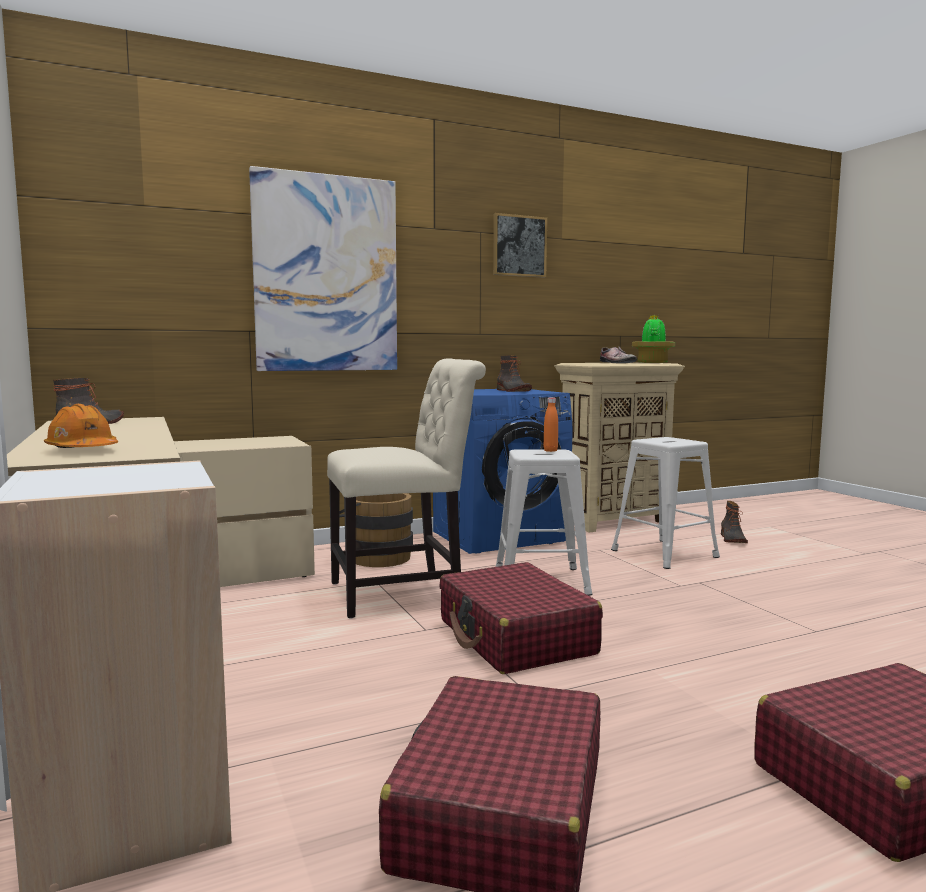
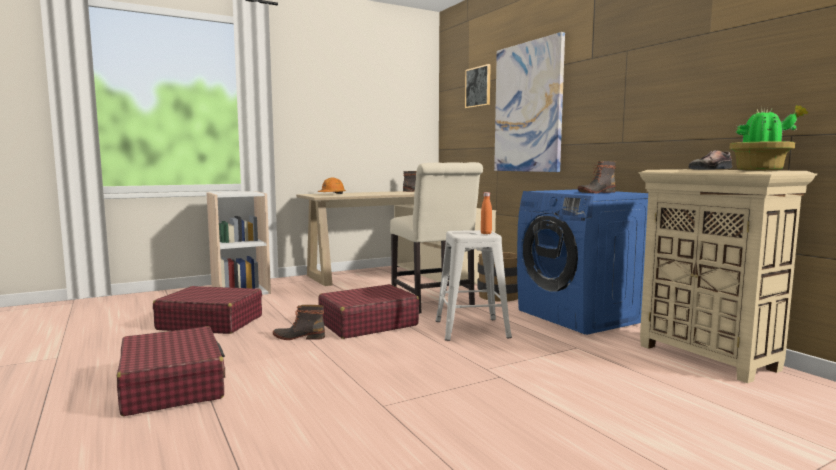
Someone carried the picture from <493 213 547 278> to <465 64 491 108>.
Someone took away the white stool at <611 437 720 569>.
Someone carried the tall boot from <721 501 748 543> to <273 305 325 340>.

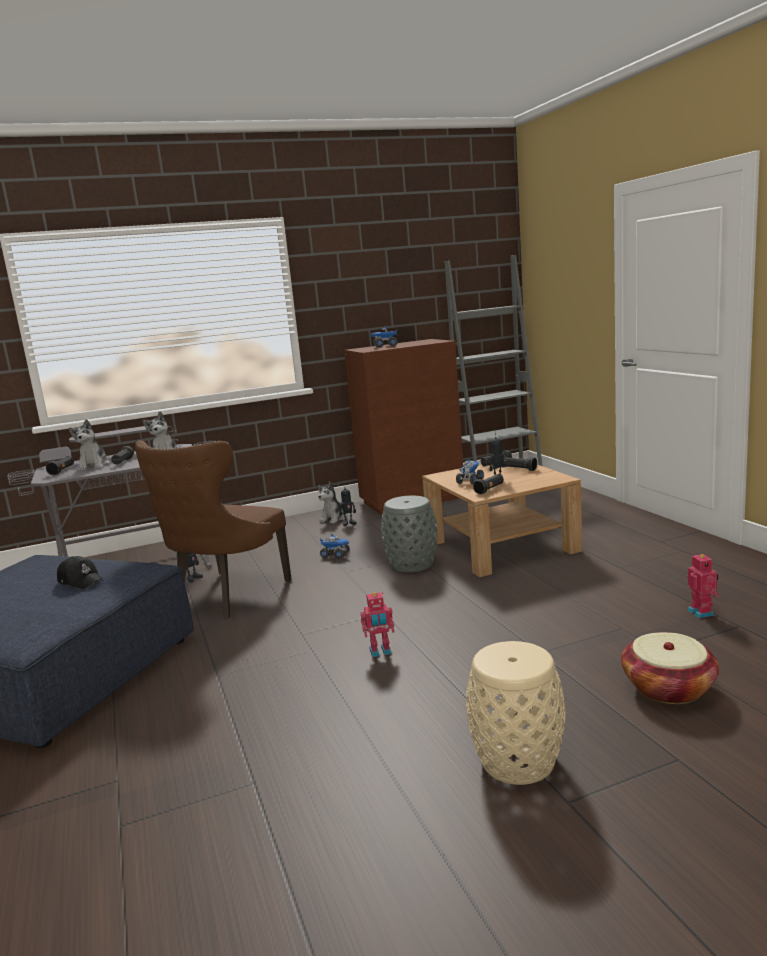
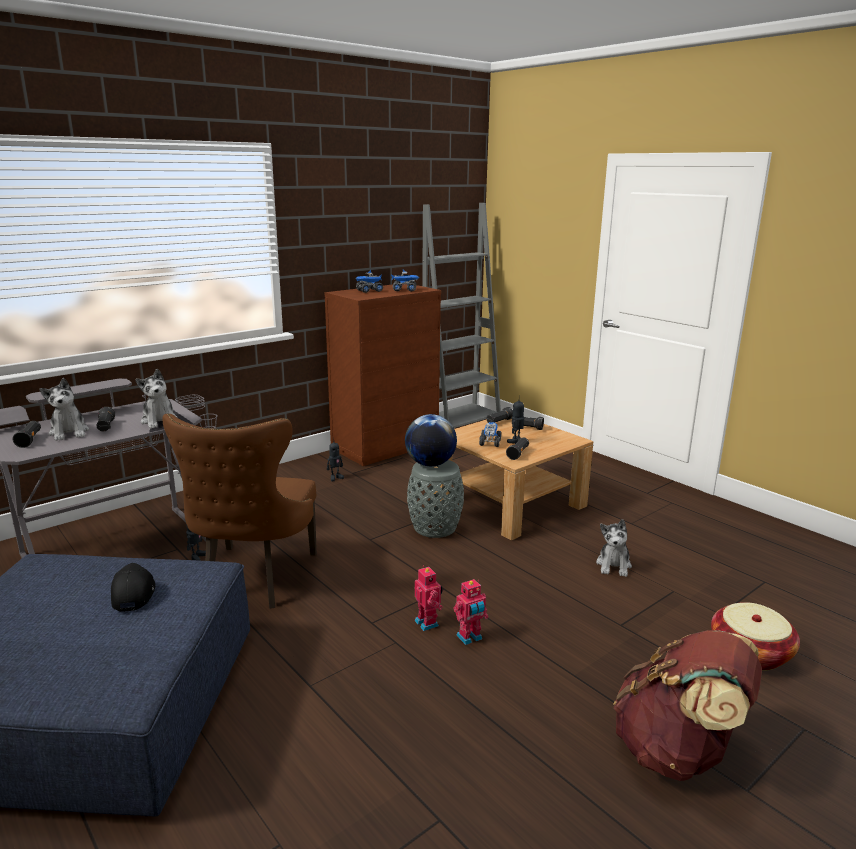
Someone carried the soft toy from <318 481 348 524> to <596 519 632 577>.
Someone carried the toy lorry from <320 534 350 558> to <391 269 419 291>.
Someone carried the model robot from <687 553 719 618> to <414 566 443 631>.
Someone rotated the blackish baseball cap at <57 556 102 589> by 120 degrees counterclockwise.
Someone swapped the sand-coloured stool at <466 641 565 785> for the brownish backpack at <613 630 762 781>.
Someone put down the globe at <405 414 457 466>.

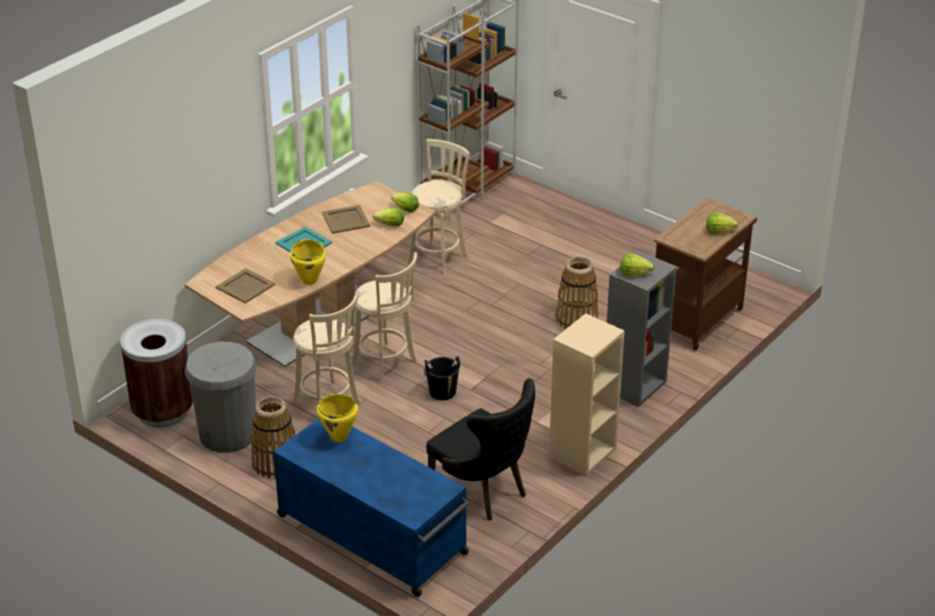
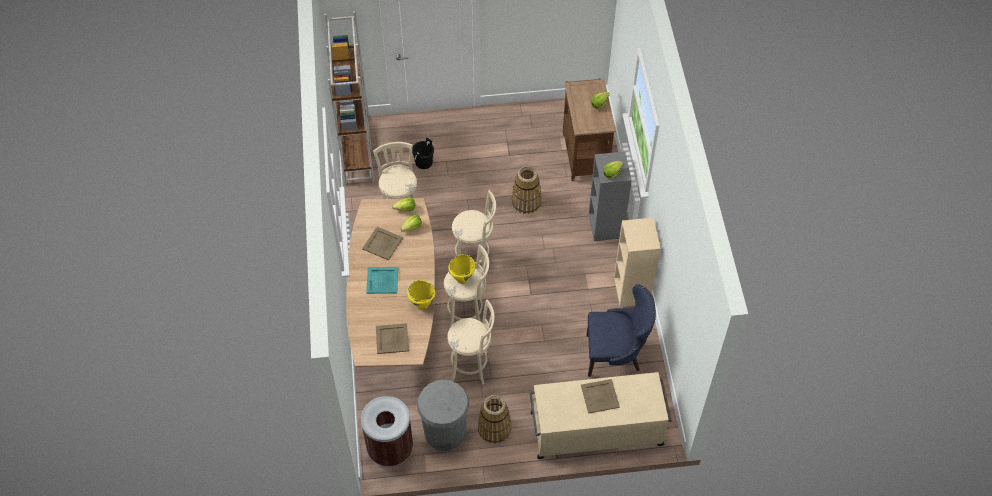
Someone carried the blackish bucket from <424 356 461 400> to <412 138 434 169>.
Someone repainted the blackish upright chair at <426 378 535 521>, which became the blue-coloured upright chair at <586 284 656 377>.
Someone carried the yellow-coloured cooking pot from <316 394 358 442> to <448 254 475 284>.
Someone repainted the blue-coloured cabinet at <272 418 469 597>, which became the sand-coloured cabinet at <529 372 672 459>.
Someone put down the sand-coloured stool at <452 190 496 272>.
Someone put down the sand-coloured tray at <581 379 620 414>.

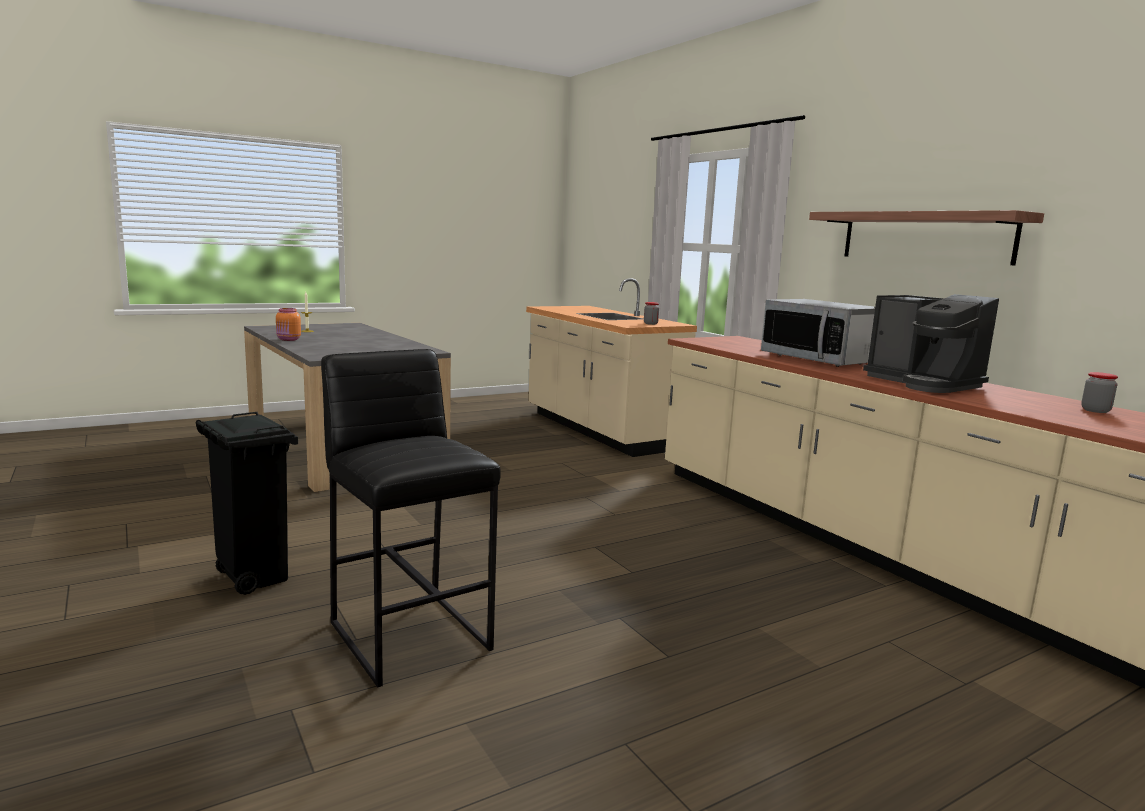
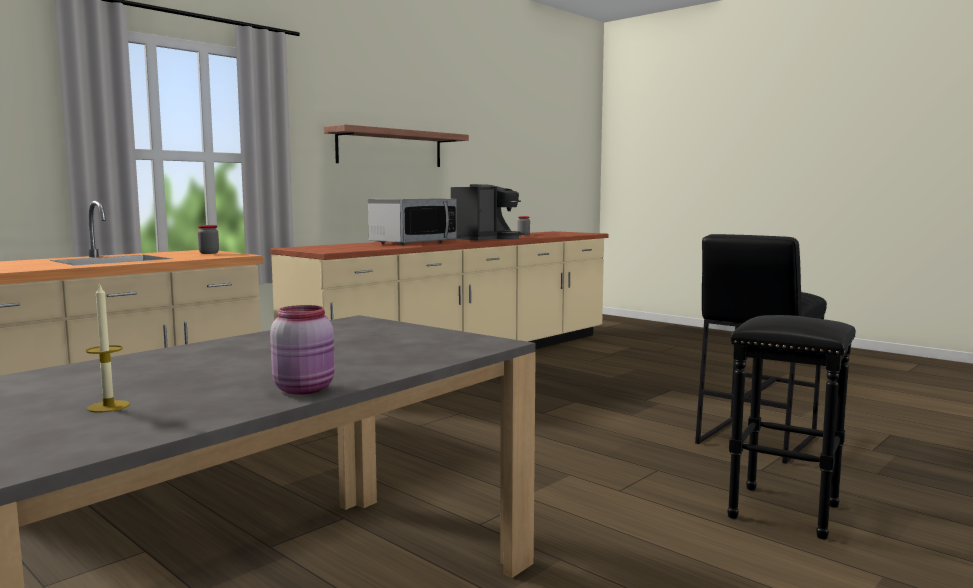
Someone repainted the orangey storage jar at <276 308 301 341>, which became the pink-coloured storage jar at <270 305 335 395>.
Someone swapped the blackish trash can at <195 412 298 595> for the blackish stool at <728 315 856 539>.

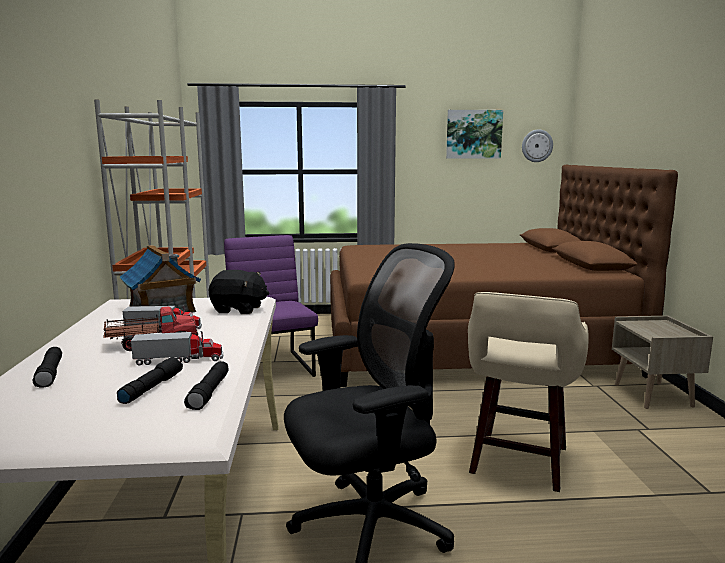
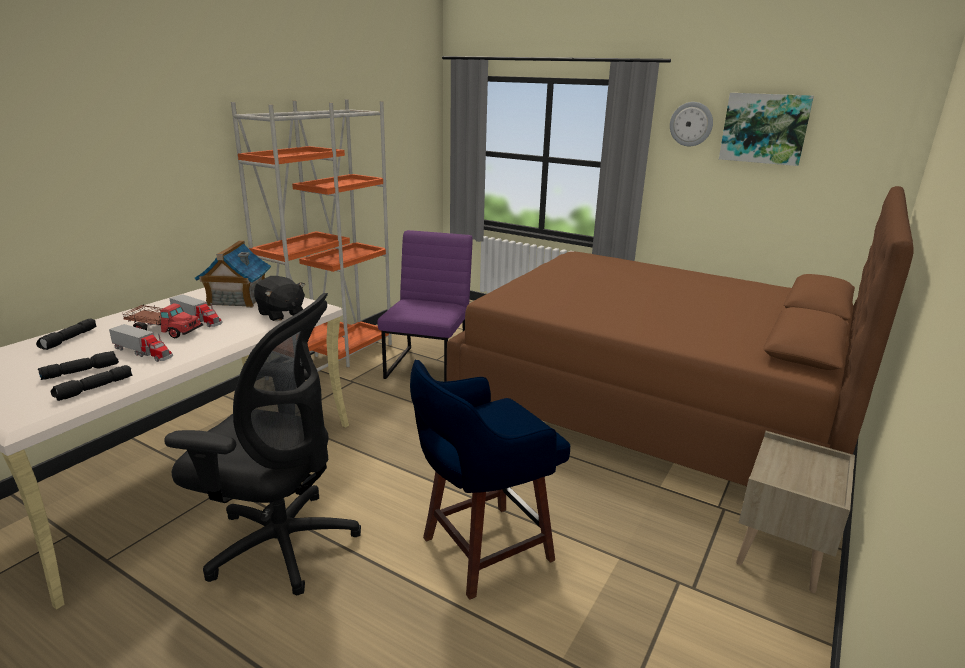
Someone carried the wall clock from <522 129 553 162> to <670 102 713 146>.
Someone repainted the sand-coloured stool at <468 292 589 492>, which became the blue-coloured stool at <410 360 570 600>.

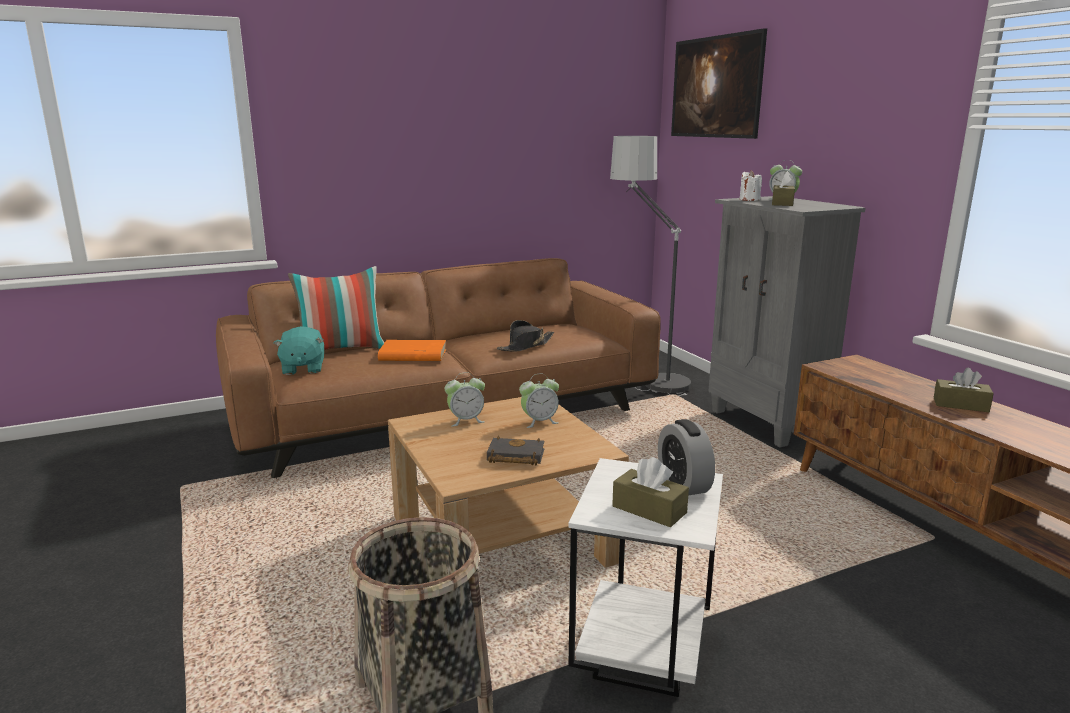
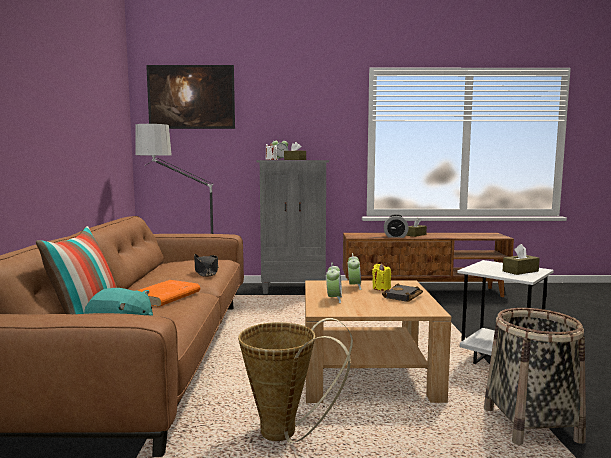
Someone carried the alarm clock from <658 419 715 496> to <384 214 409 238>.
Someone put down the yellow-coloured wax light at <372 264 391 291>.
Someone put down the basket at <238 318 353 443>.

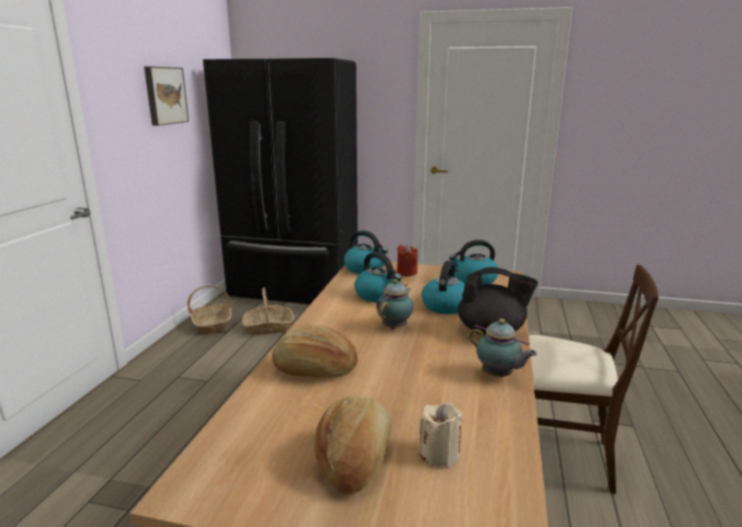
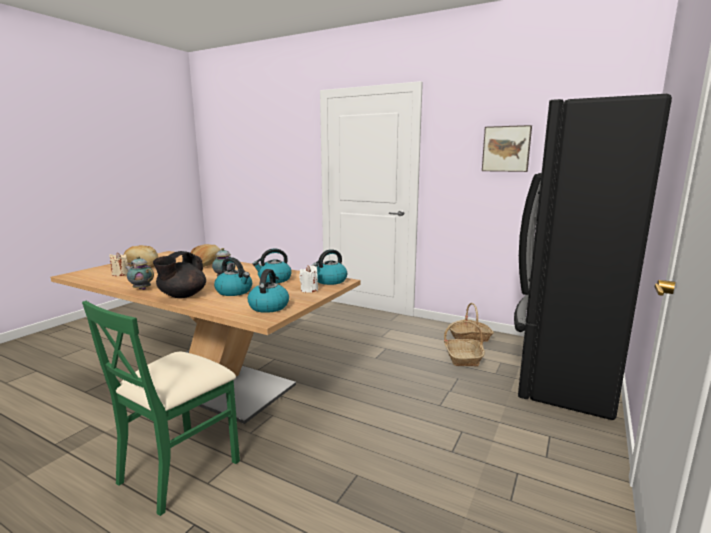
Someone repainted the reddish wax light at <397 245 418 276>, which became the white wax light at <299 265 318 293>.
Someone repainted the sand-coloured upright chair at <529 264 658 494>, which became the green upright chair at <82 301 240 516>.
Someone rotated the tea pot at <469 319 537 377> by 60 degrees clockwise.

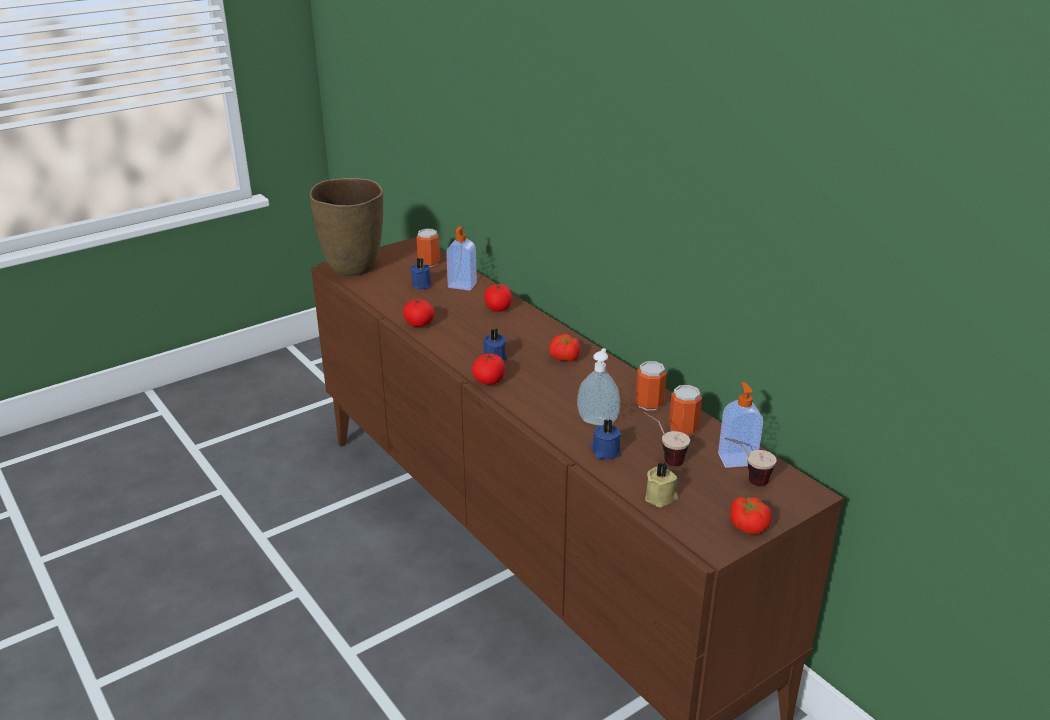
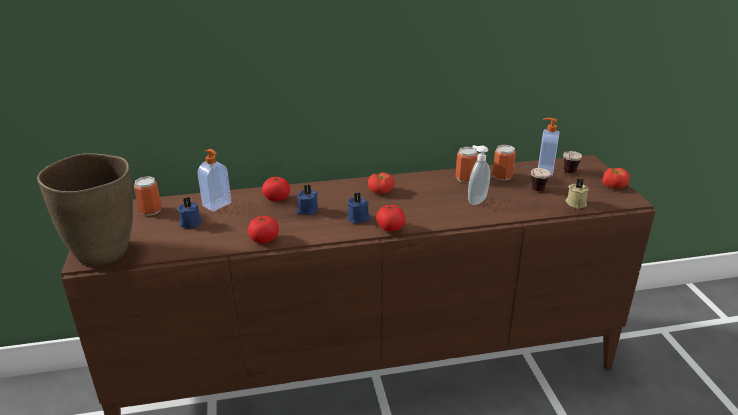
Someone carried the blue-coloured wax light from <590 419 621 459> to <296 184 318 215>.

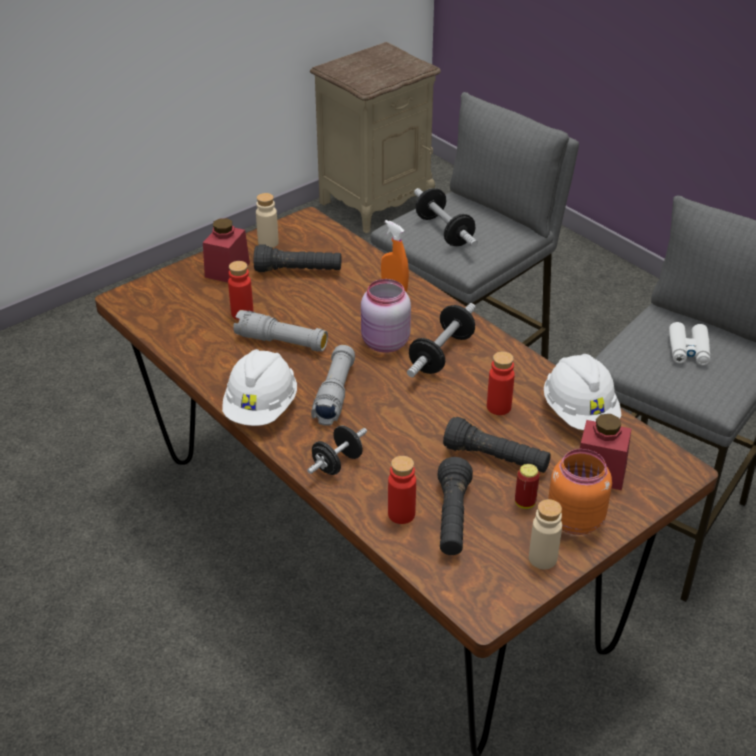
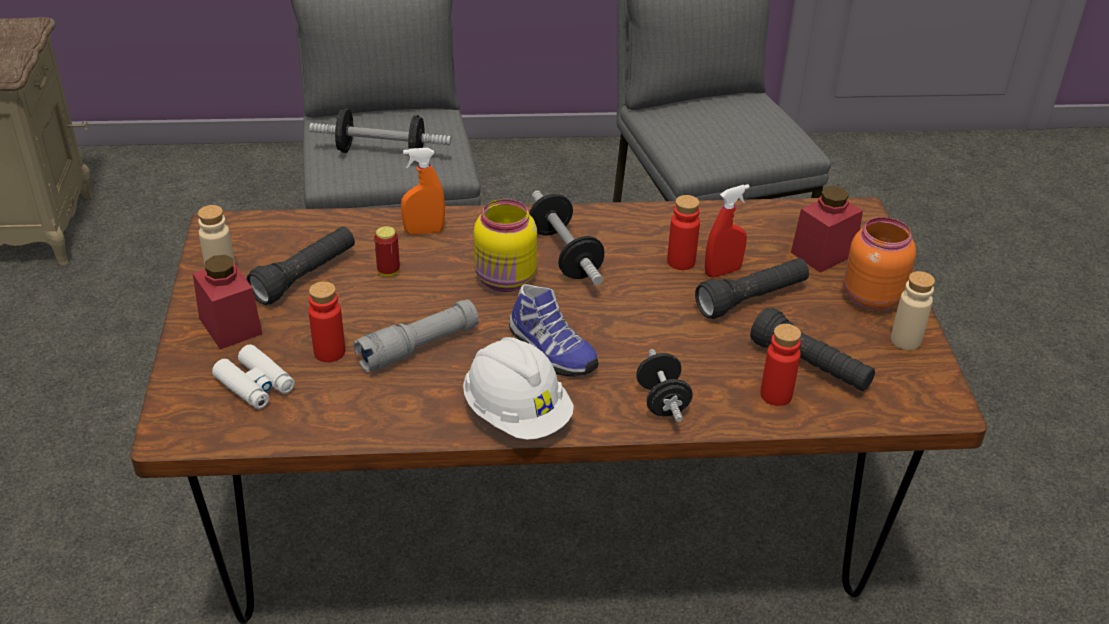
Someone repainted the pink-coloured storage jar at <361 279 411 353>, which became the yellow-coloured storage jar at <474 199 537 292>.
Someone carried the white binoculars from <669 322 710 366> to <212 344 295 409>.
Someone swapped the grey flashlight at <311 345 355 426> for the low shoe at <509 284 599 377>.
Someone took away the white safety helmet at <544 354 622 430>.
Someone carried the can from <515 464 540 509> to <374 226 400 277>.
Someone put down the reddish sprayer at <705 184 750 278>.

